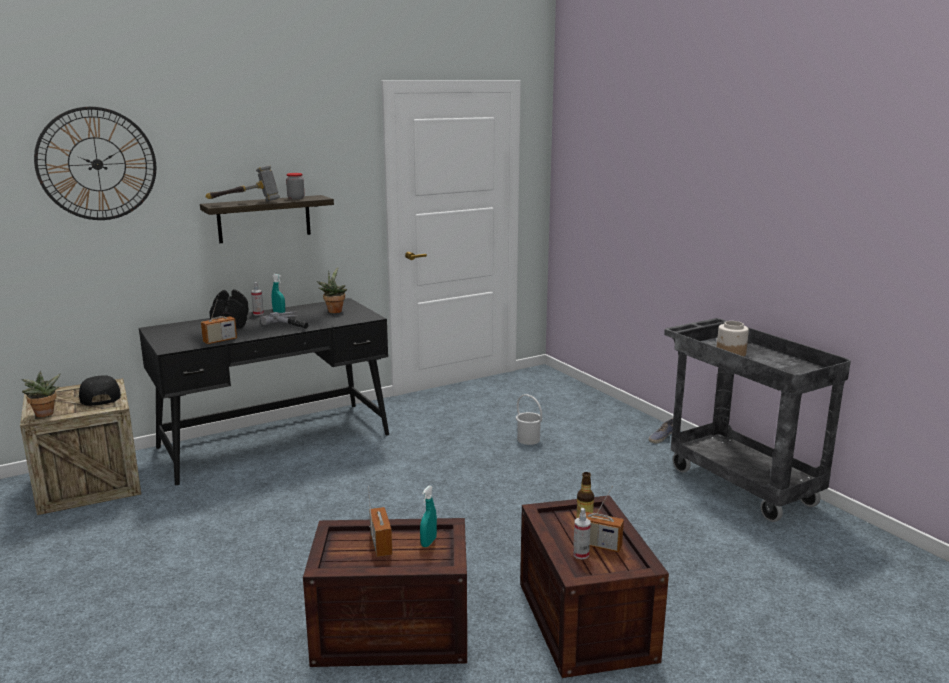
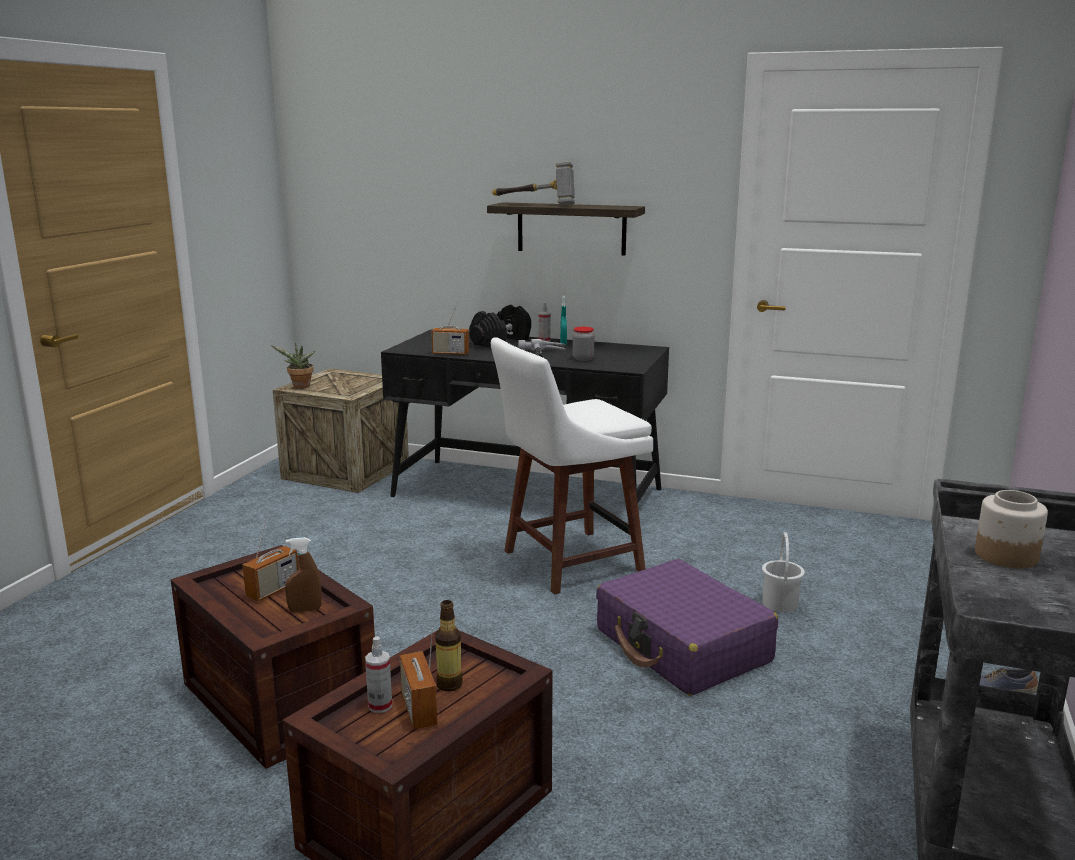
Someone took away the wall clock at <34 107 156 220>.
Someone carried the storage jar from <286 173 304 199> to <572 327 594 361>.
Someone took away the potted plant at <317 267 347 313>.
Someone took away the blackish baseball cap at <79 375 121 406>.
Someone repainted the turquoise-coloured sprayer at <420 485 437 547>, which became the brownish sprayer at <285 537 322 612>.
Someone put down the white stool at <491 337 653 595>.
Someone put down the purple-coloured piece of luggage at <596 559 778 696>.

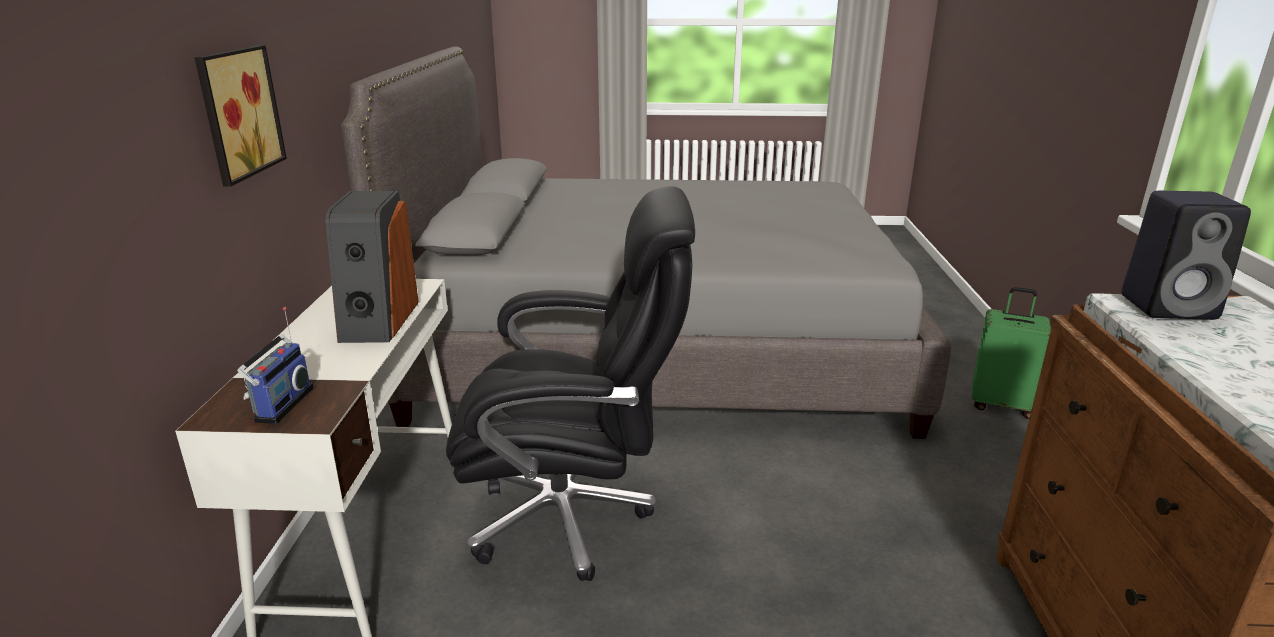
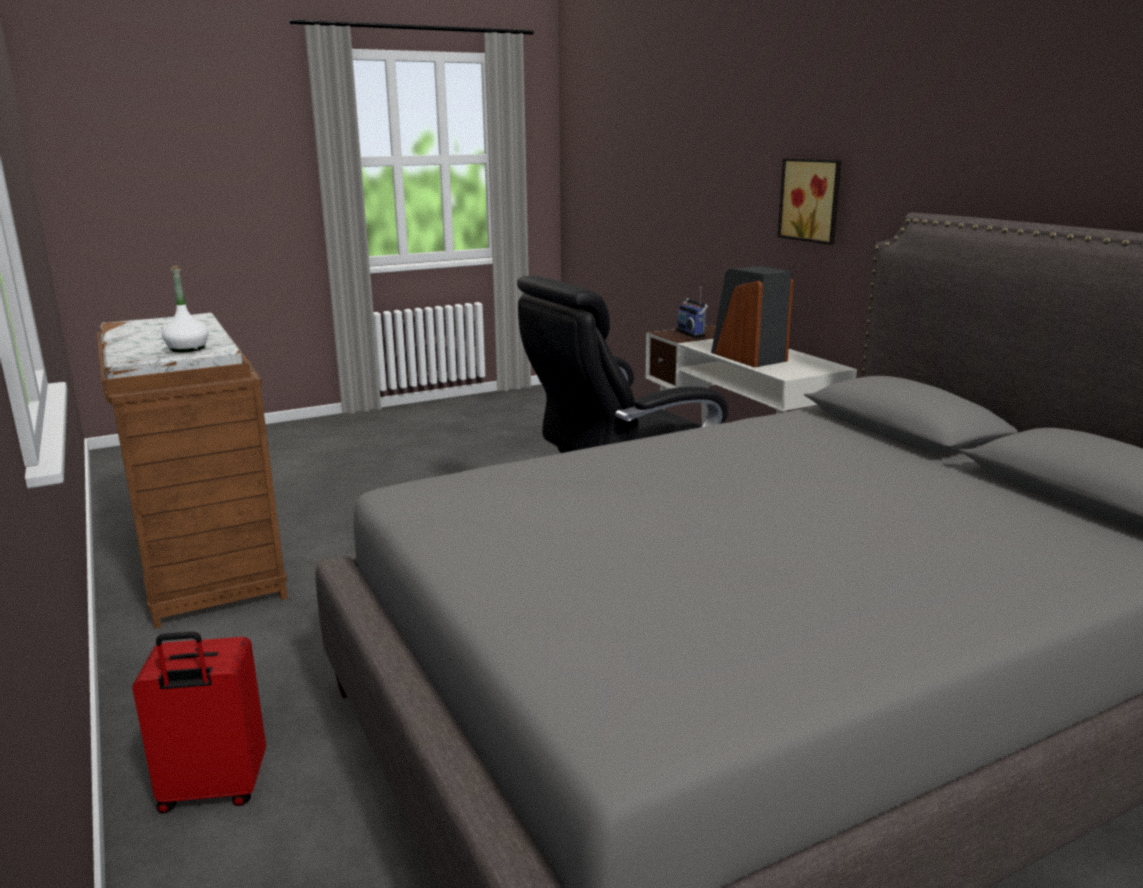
Someone swapped the blackish speaker at <1121 191 1251 320> for the white bottle at <162 266 209 353>.
Someone repainted the green piece of luggage at <972 287 1051 419>, which became the reddish piece of luggage at <132 631 266 813>.

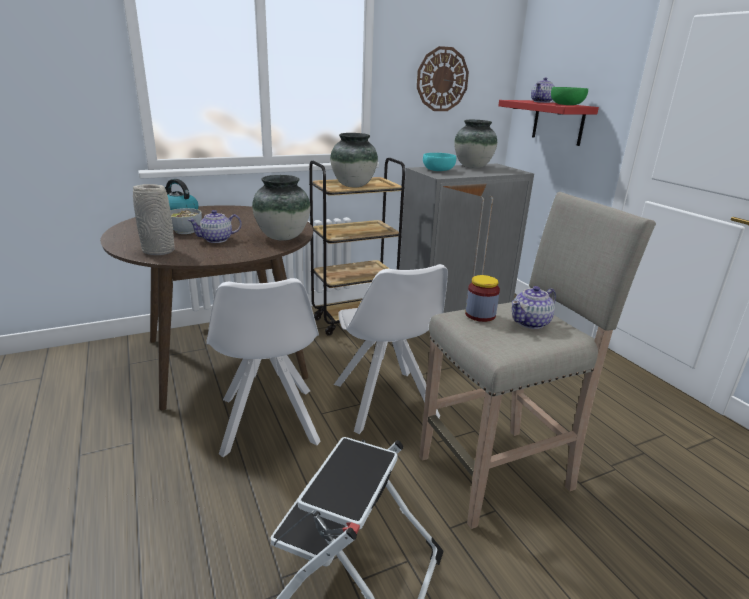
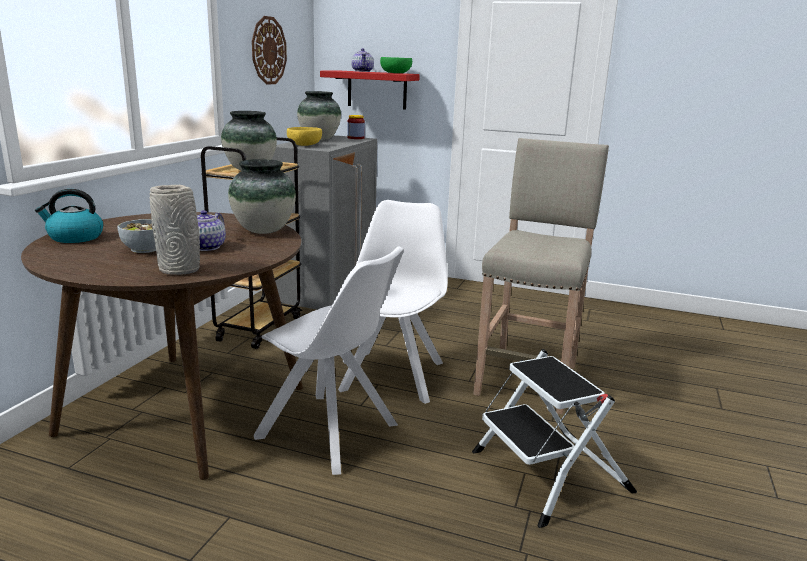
Someone repainted the turquoise-coloured serving bowl at <423 153 456 171>, which became the yellow-coloured serving bowl at <287 127 322 146>.
Someone rotated the white upright chair at <334 264 448 434> by 105 degrees counterclockwise.
Someone carried the storage jar from <465 275 500 322> to <347 115 365 139>.
Someone took away the tea pot at <512 286 556 329>.

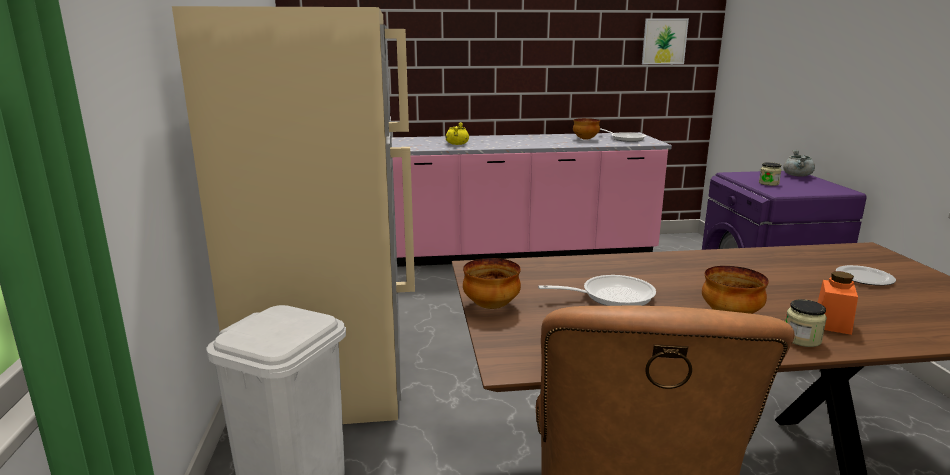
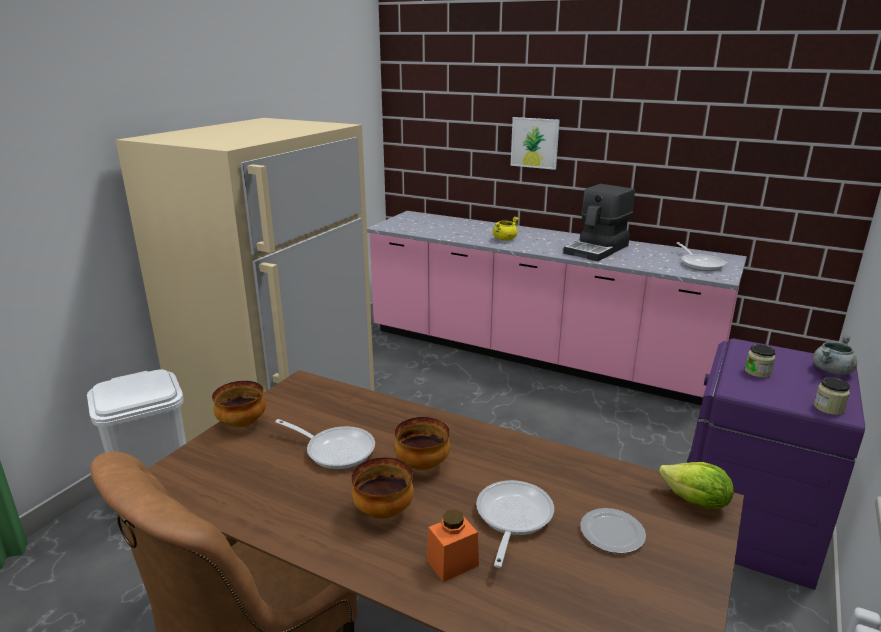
Someone carried the picture from <642 18 689 64> to <511 117 560 170>.
Someone carried the serving bowl from <573 118 600 140> to <395 417 450 470>.
Someone carried the storage jar from <785 299 827 347> to <814 377 850 415>.
Someone put down the coffee maker at <563 184 635 261>.
Someone put down the head of lettuce at <659 462 734 509>.
Someone put down the frying pan at <476 480 554 568>.

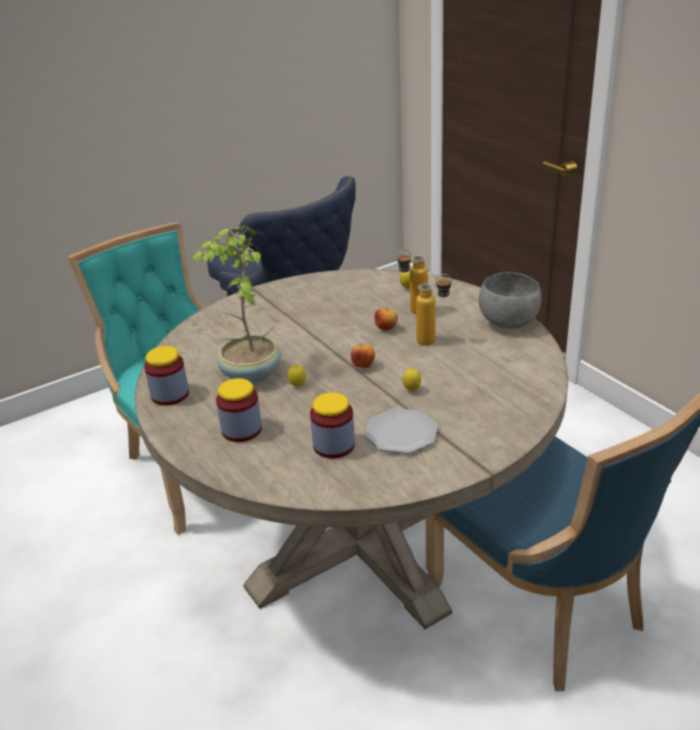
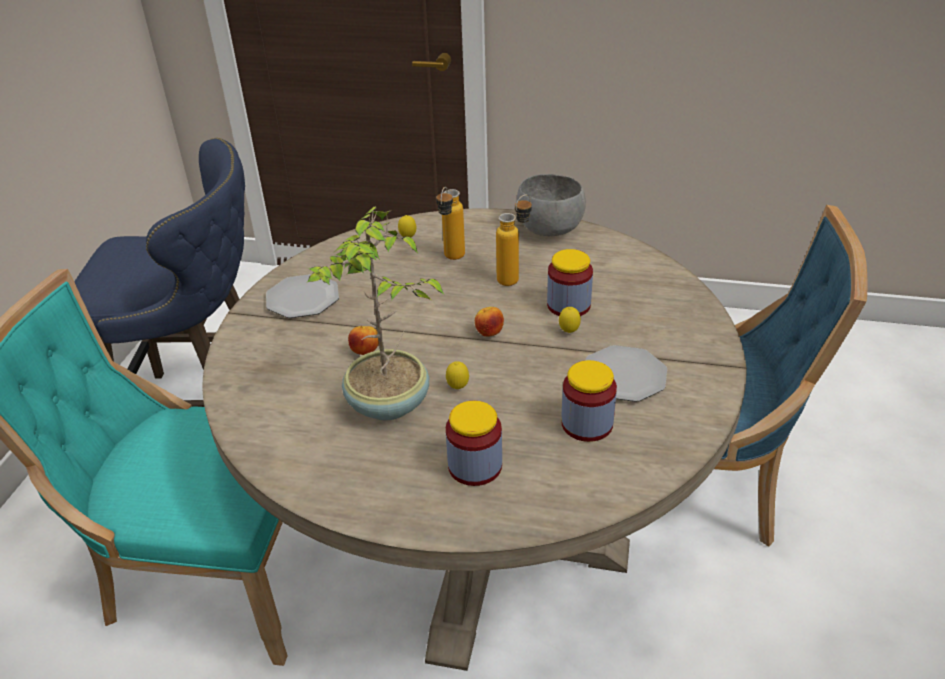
Someone carried the whole apple from <375 308 398 331> to <348 326 379 355>.
Someone carried the storage jar from <144 346 189 406> to <547 249 593 316>.
Someone put down the plate at <266 274 339 318>.

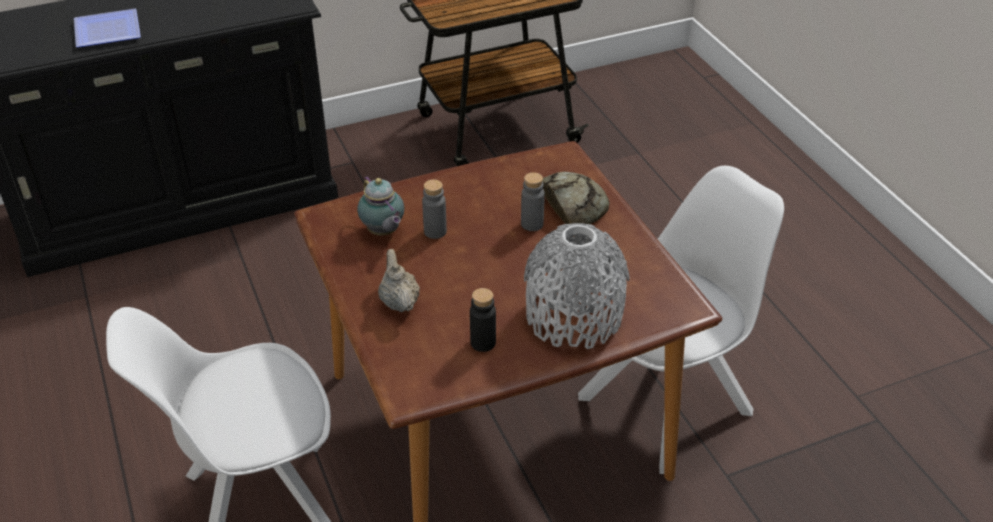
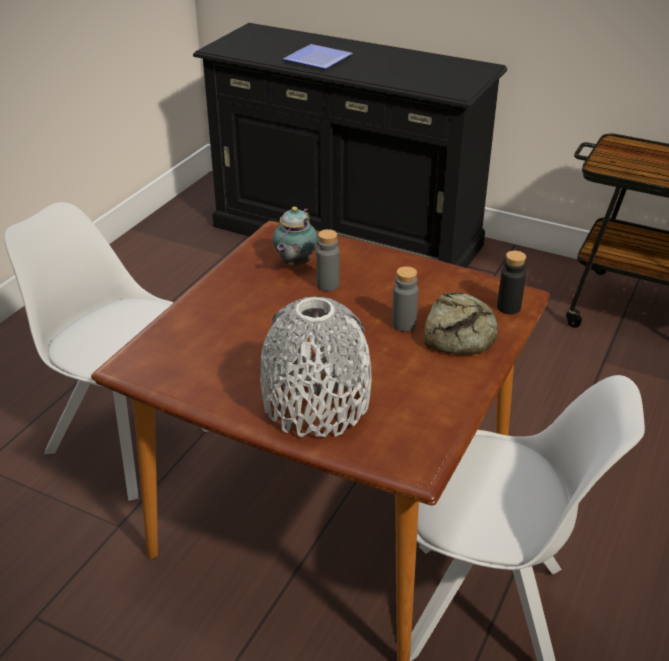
Someone took away the sand-coloured tea pot at <378 249 420 312>.
Someone carried the blackish bottle from <470 288 496 352> to <497 251 526 314>.

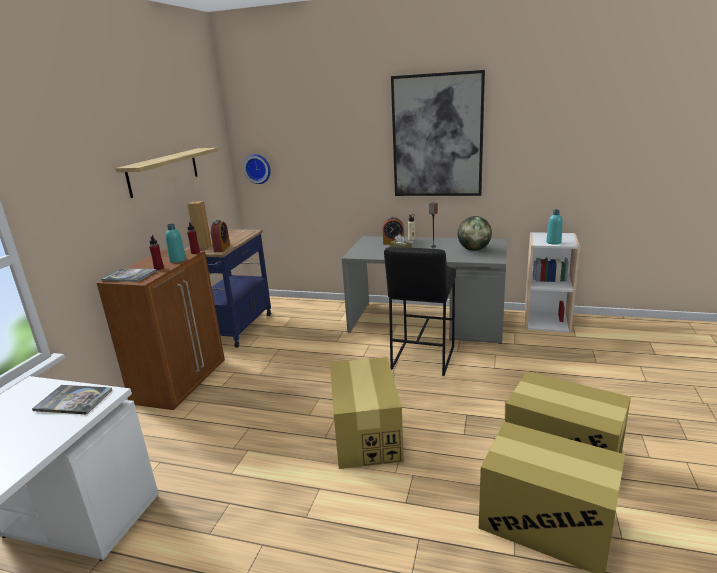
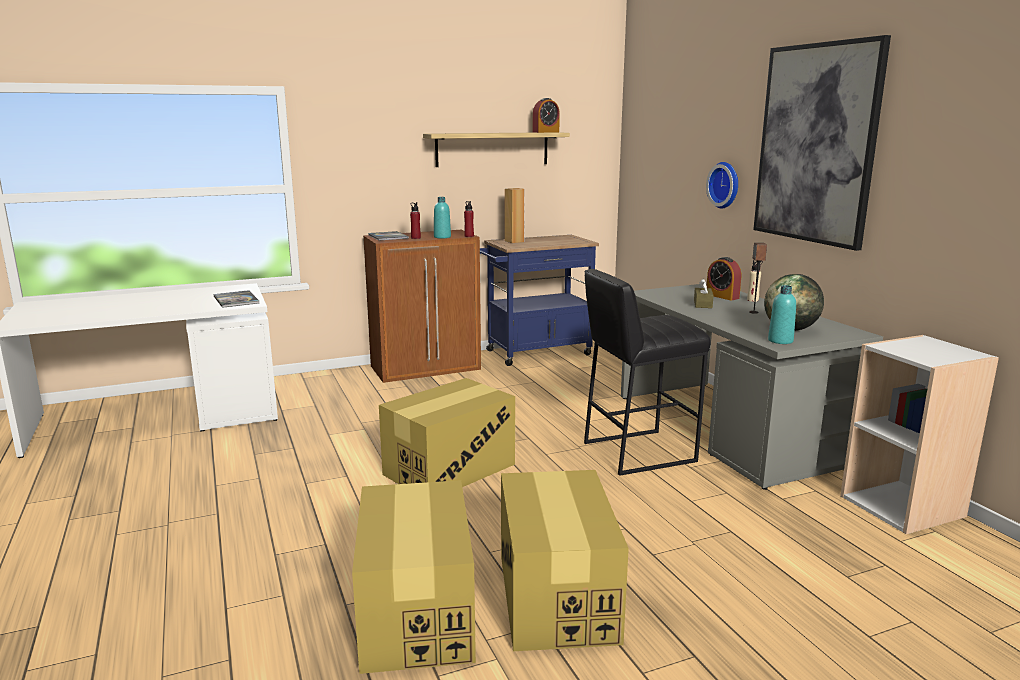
Someone carried the wall clock from <243 154 271 184> to <706 162 738 209>.
Someone carried the turquoise-coloured bottle from <546 210 563 245> to <768 285 796 344>.
Someone carried the alarm clock from <211 220 230 252> to <532 98 560 133>.

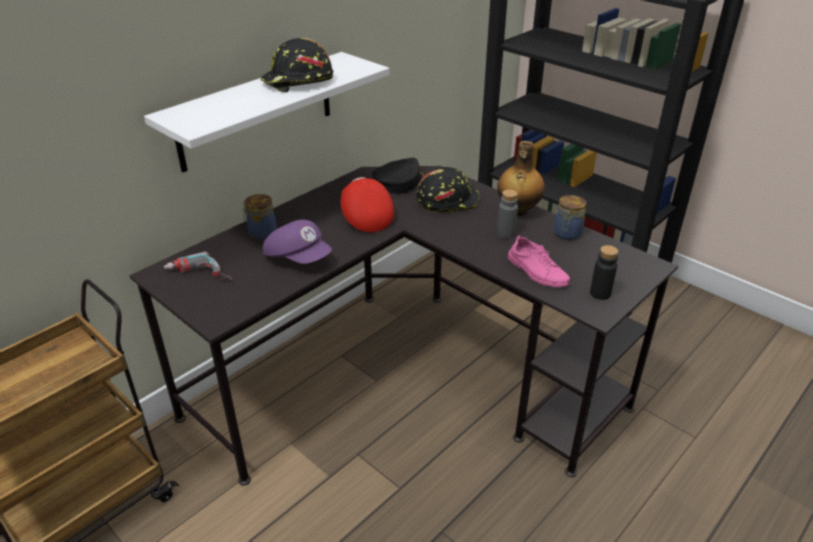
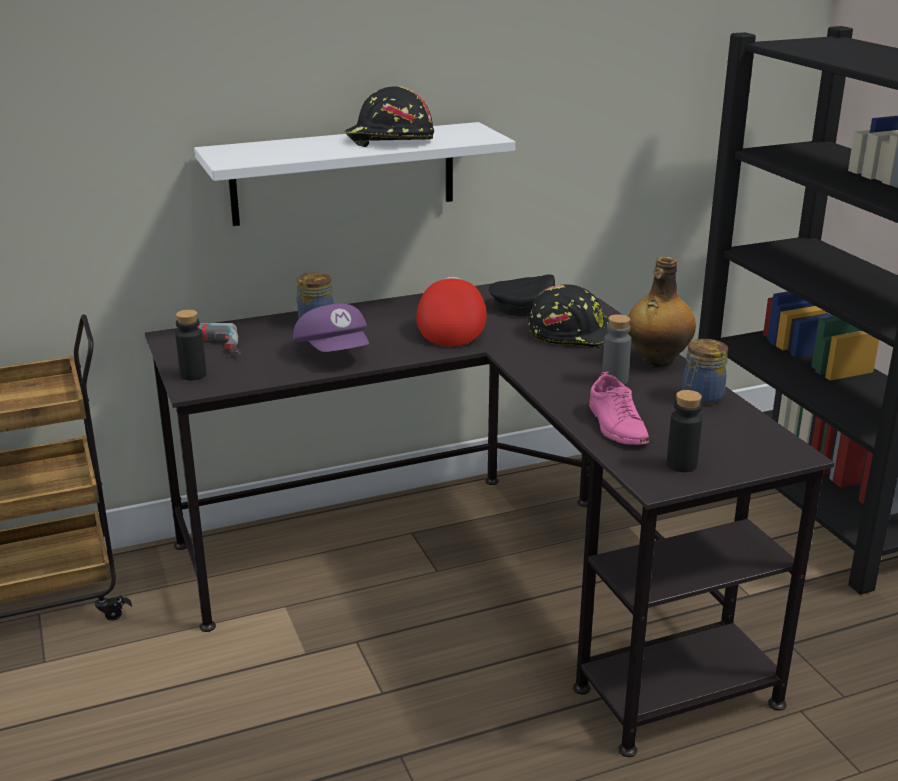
Someone put down the blackish bottle at <175 310 206 380>.

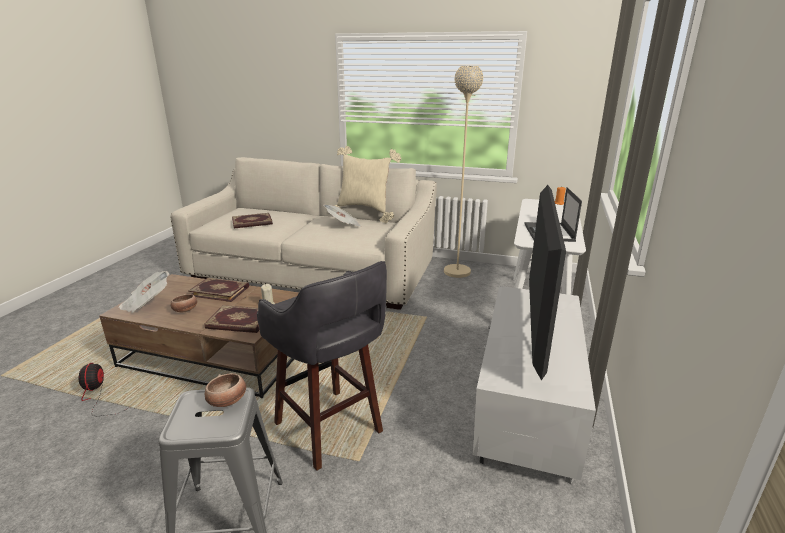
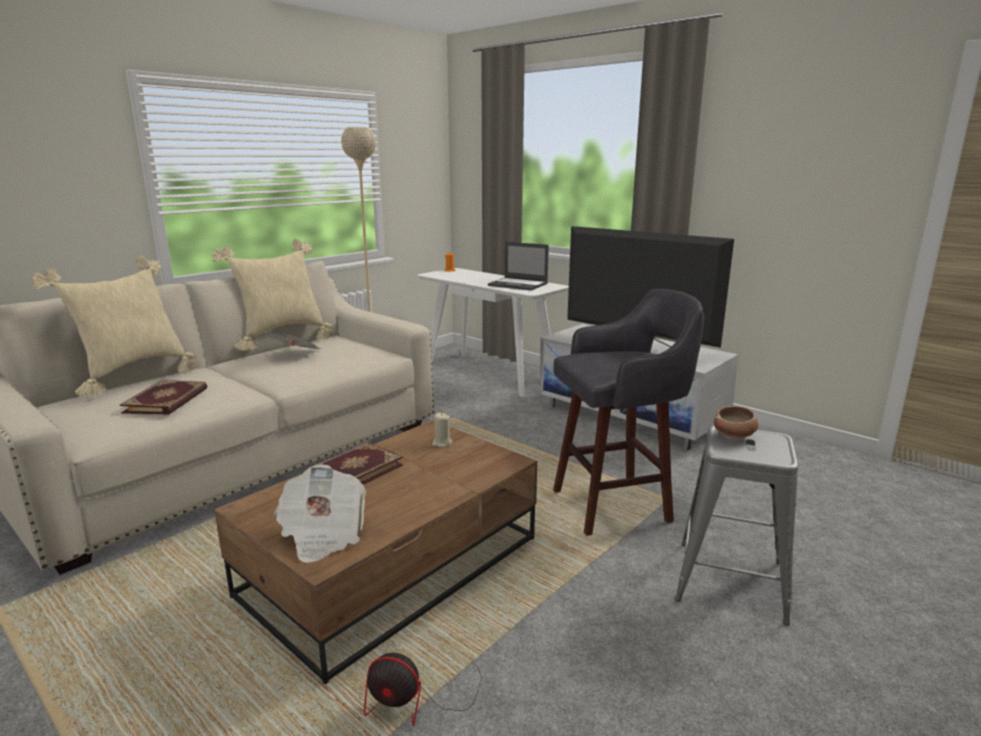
Someone took away the serving bowl at <171 294 197 313>.
Someone took away the bound book at <205 305 260 333>.
Someone put down the sand-coloured throw pillow at <31 255 197 397>.

